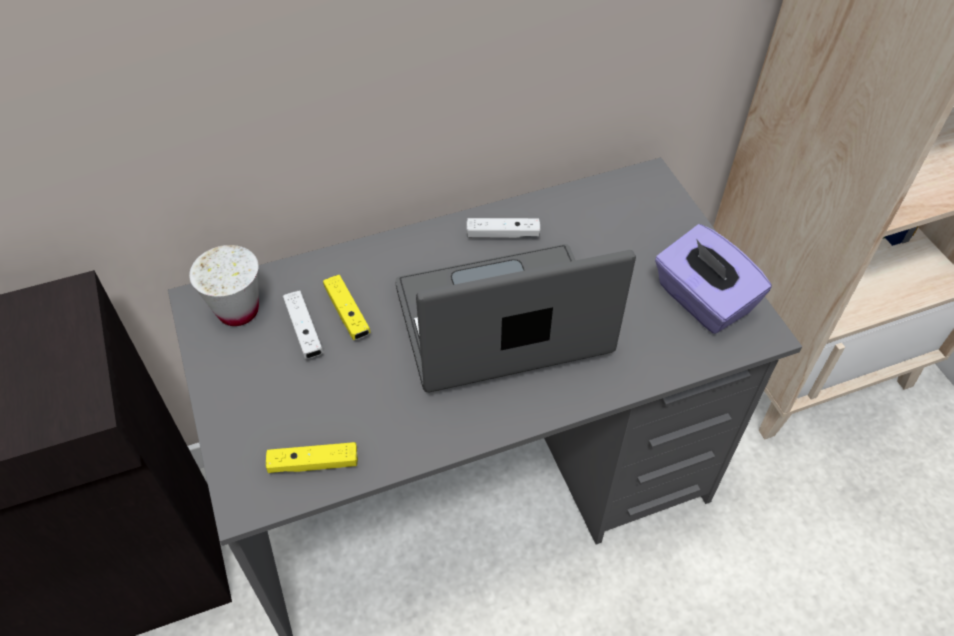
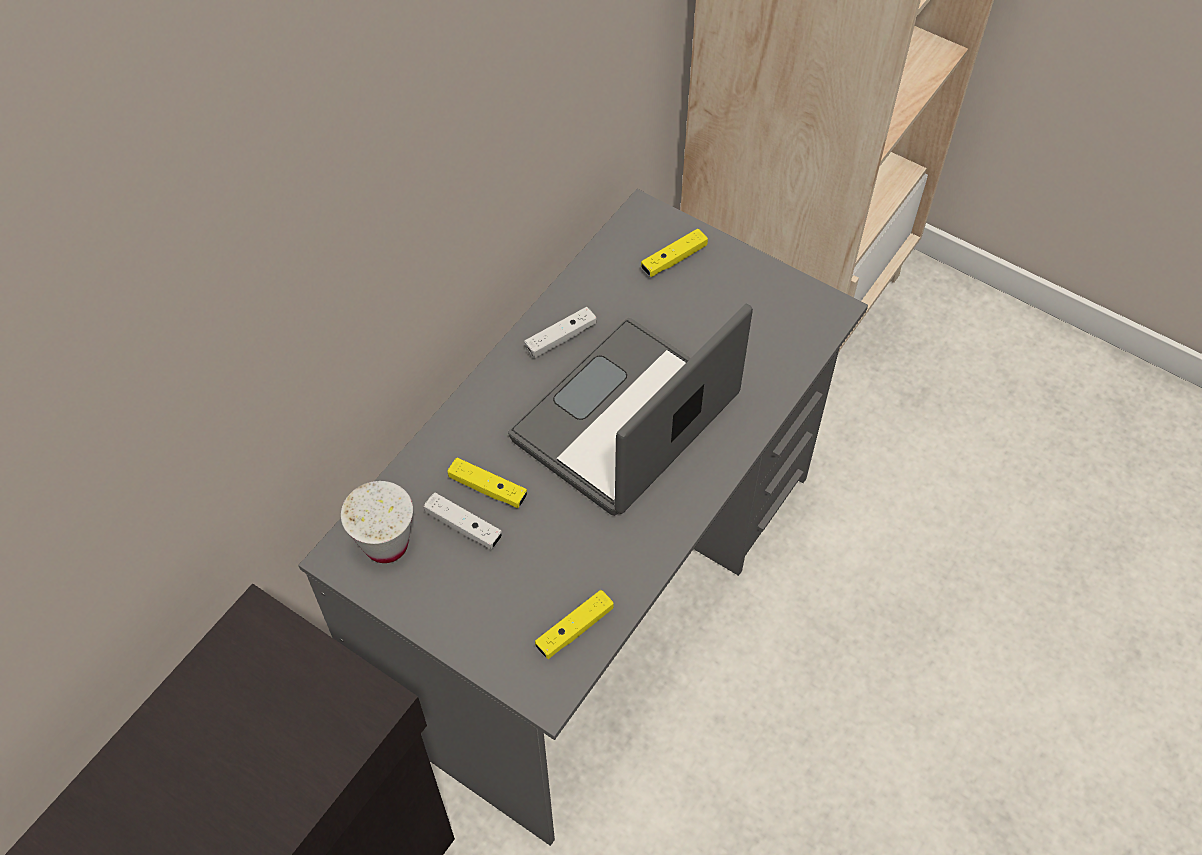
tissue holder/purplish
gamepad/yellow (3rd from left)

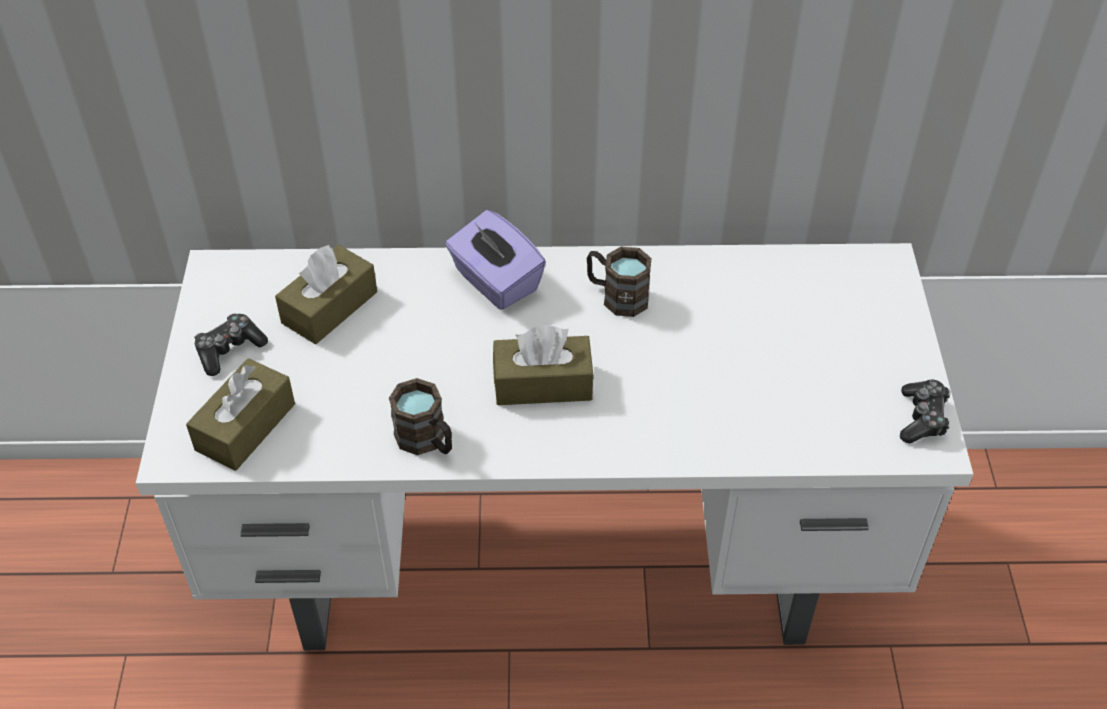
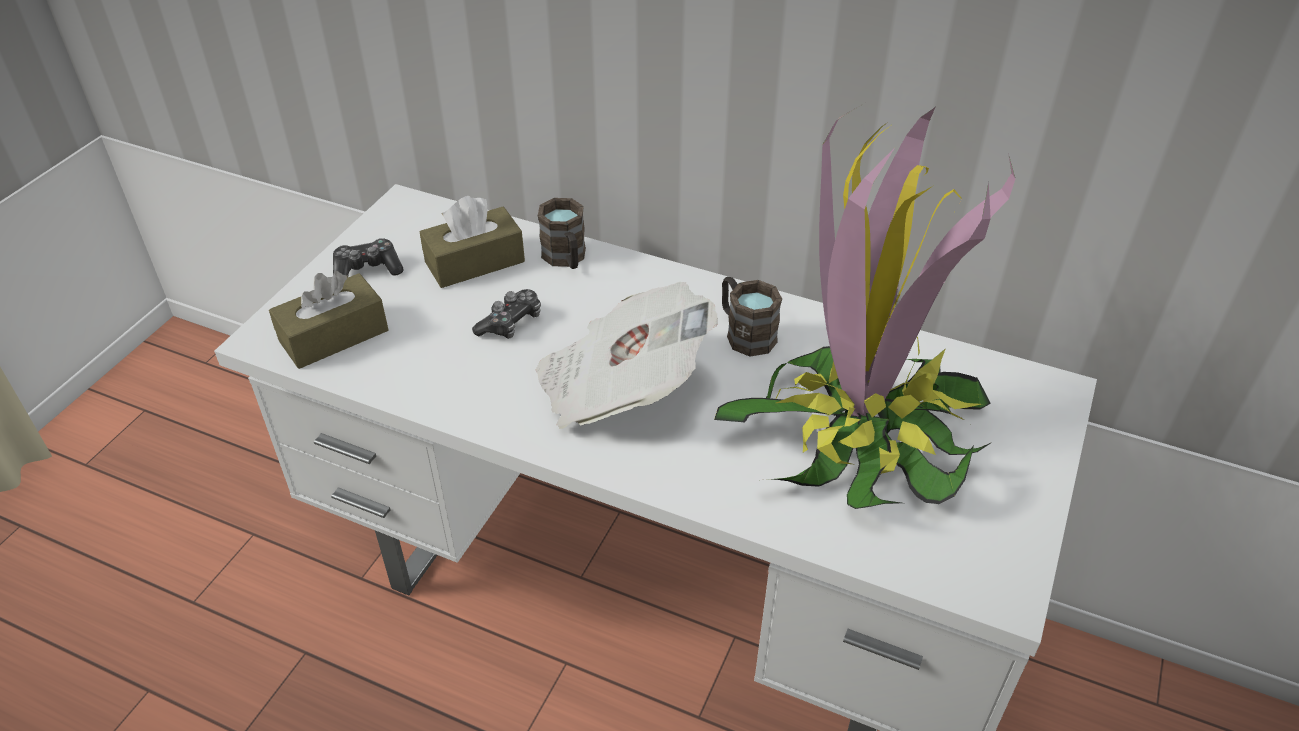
tissue holder/purplish
printed paper
coffee mug/brown (1st from left)
gamepad (2nd from left)
houseplant

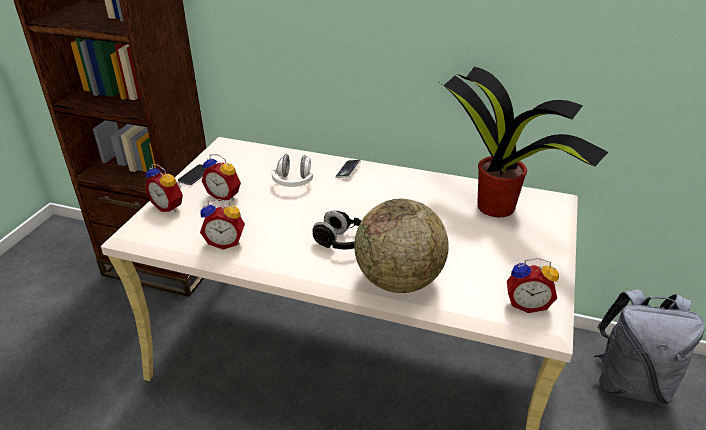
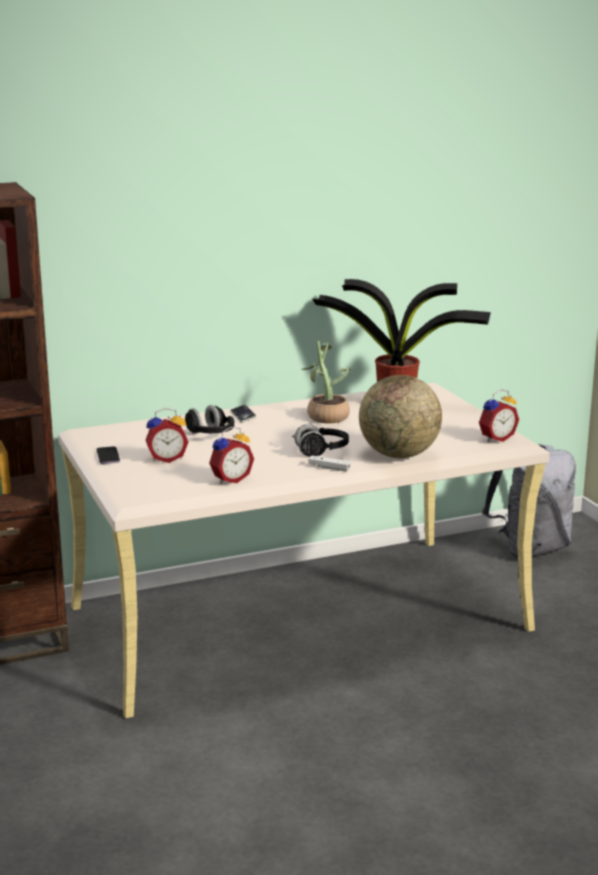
pair of headphones/black-coloured (1st from left)
bedside clock (1st from left in the first image)
houseplant (1st from left)
gamepad/white

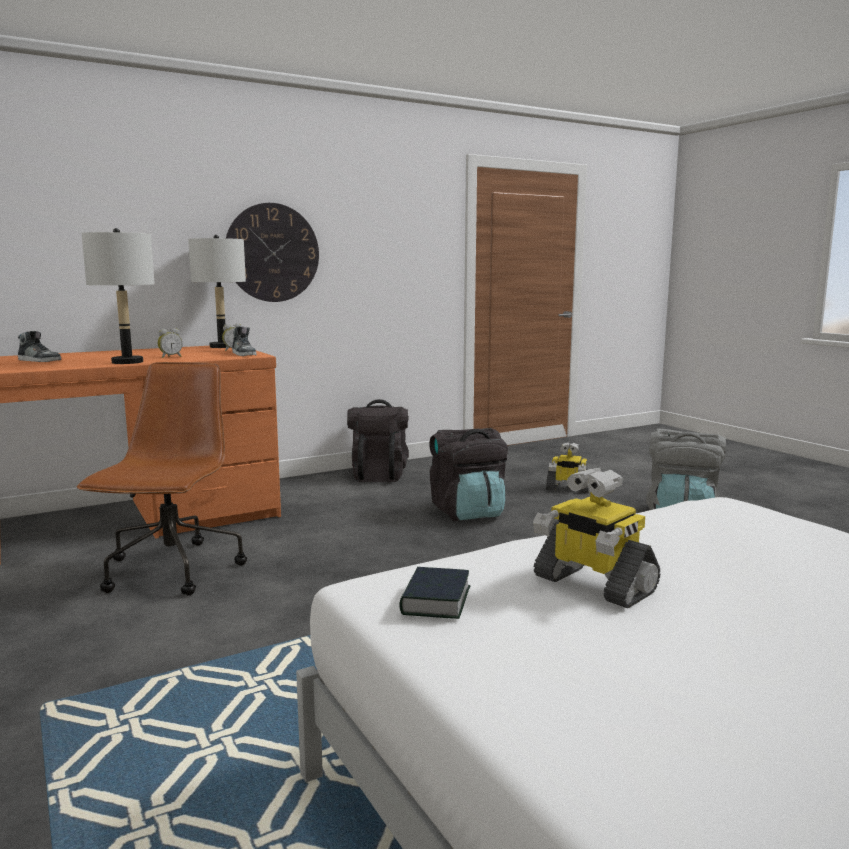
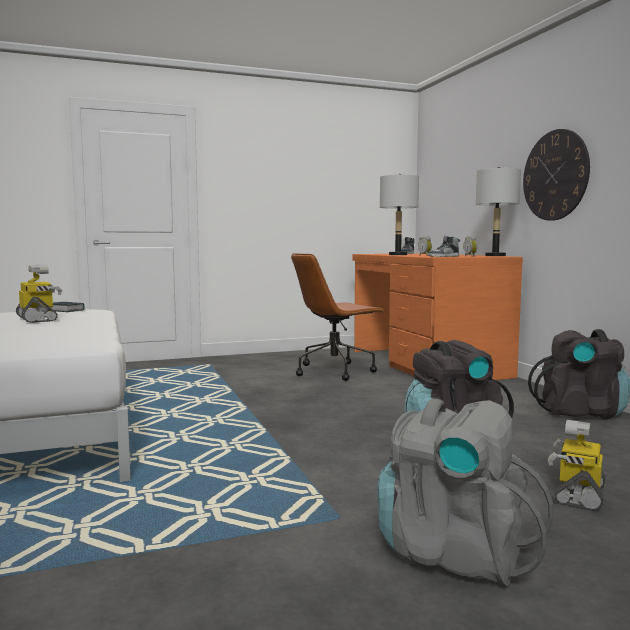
office chair/brown
model robot (1st from left)

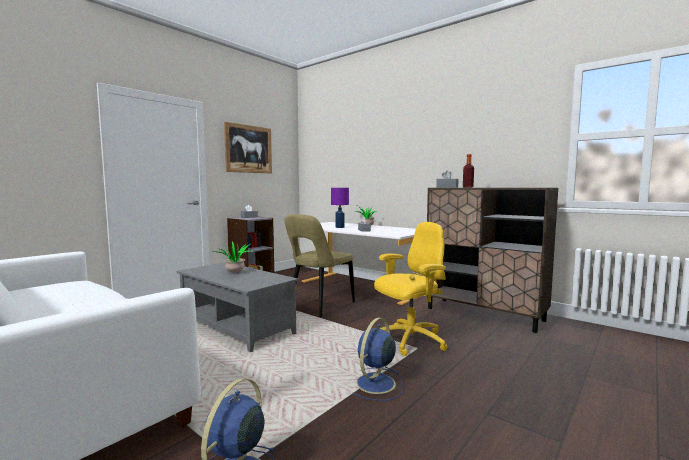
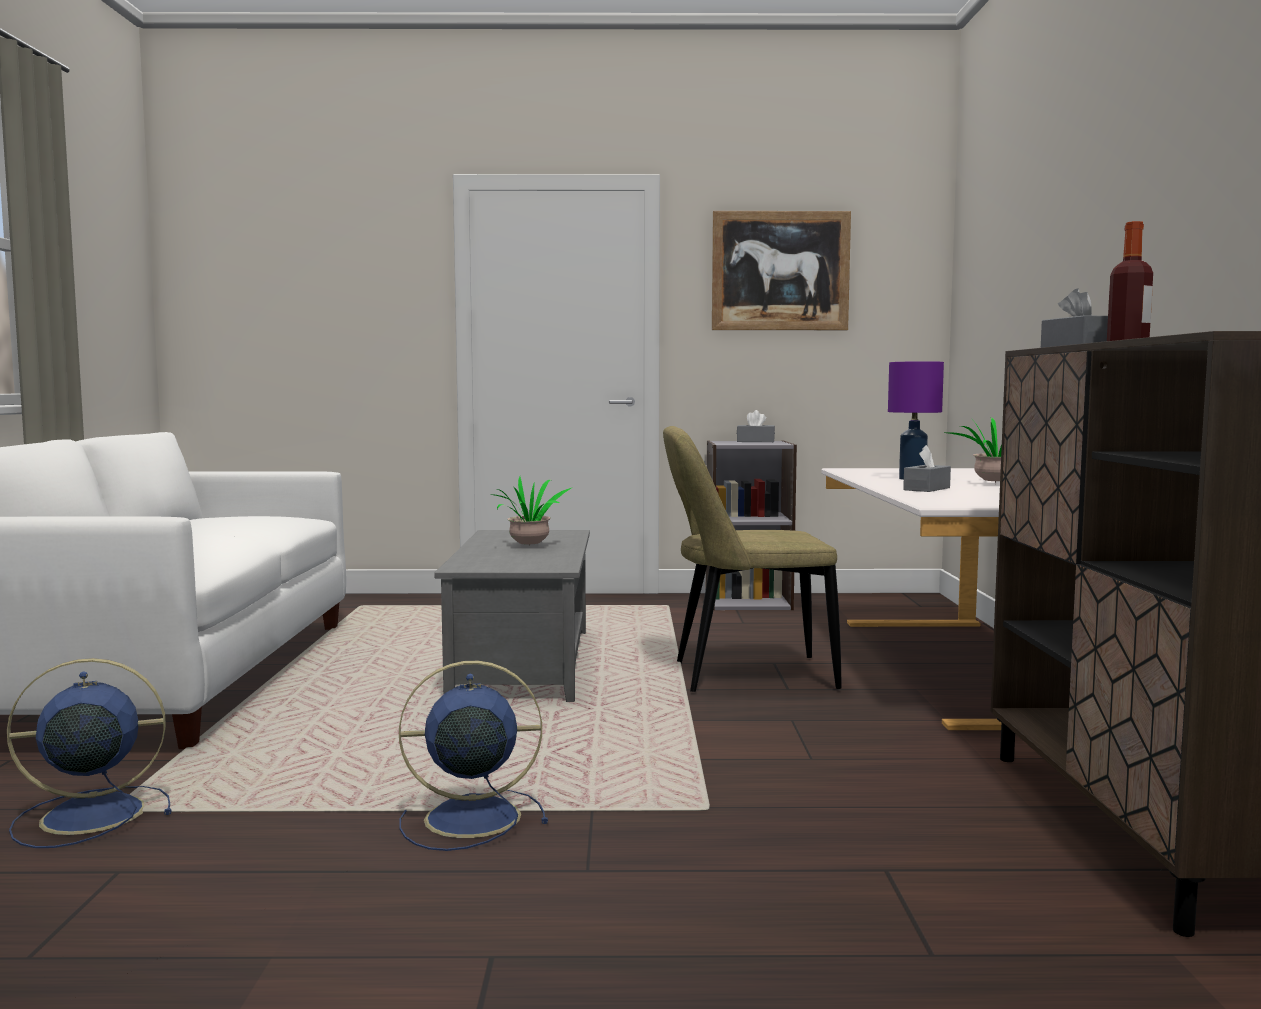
office chair/yellow

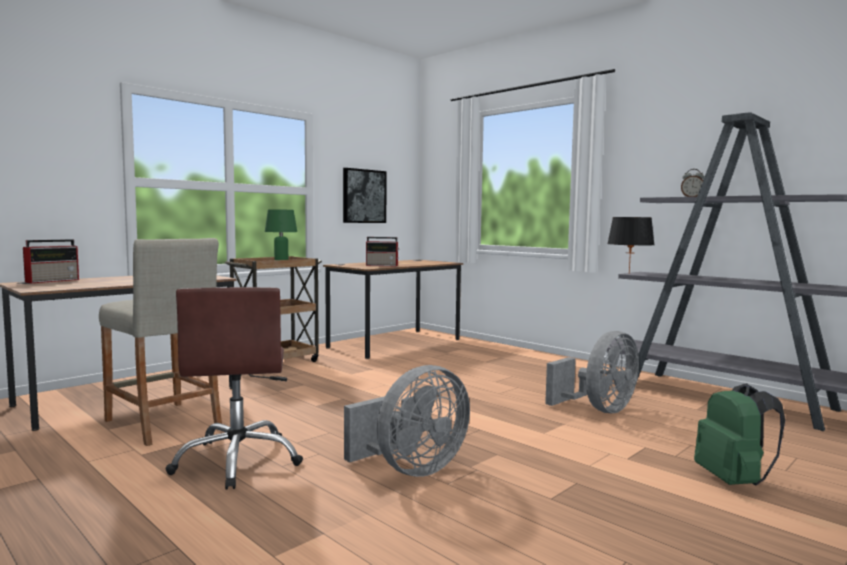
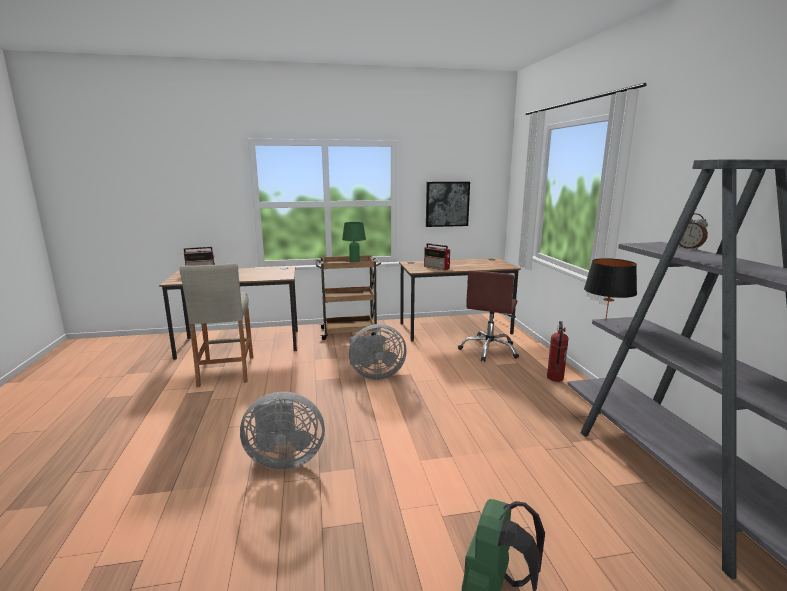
office chair/brown
electric fan/greyish (2nd from left)
fire extinguisher

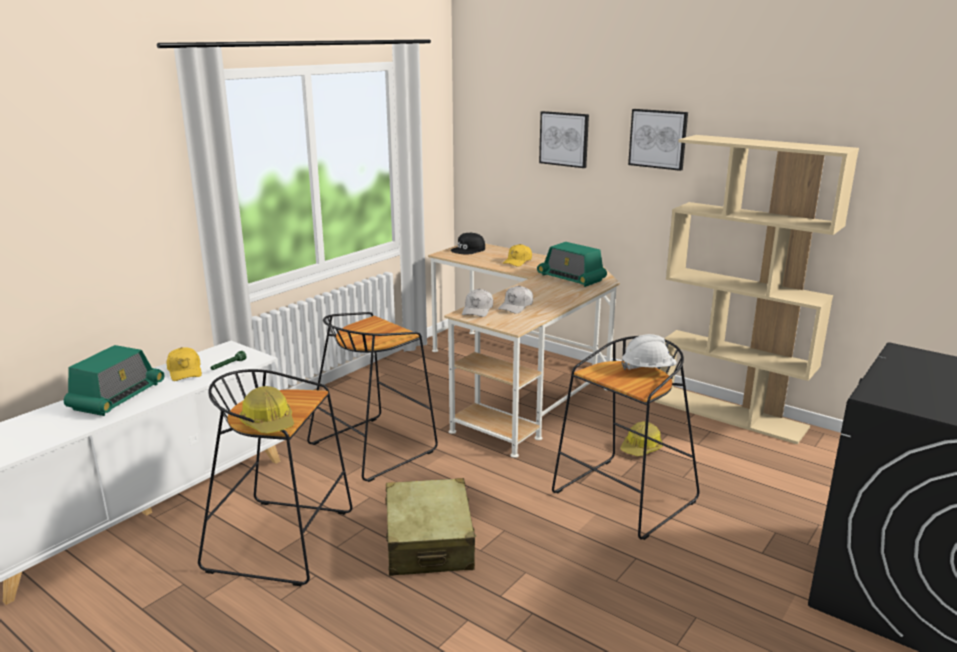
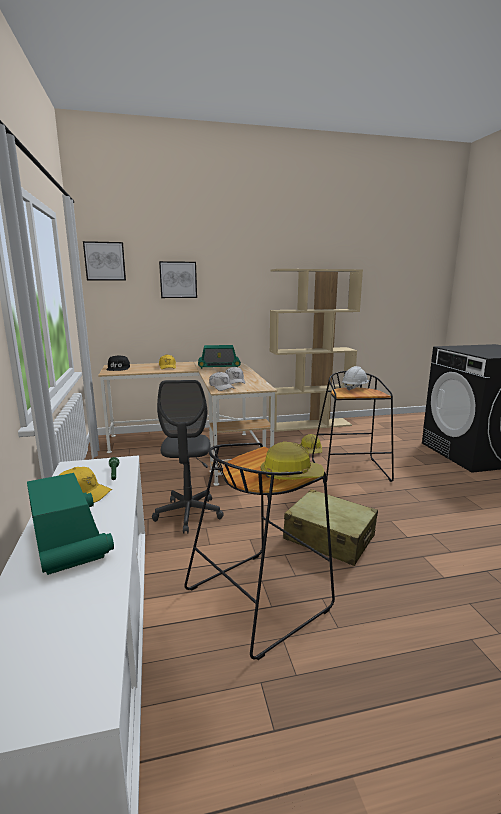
wall art (1st from left)
office chair/greyish

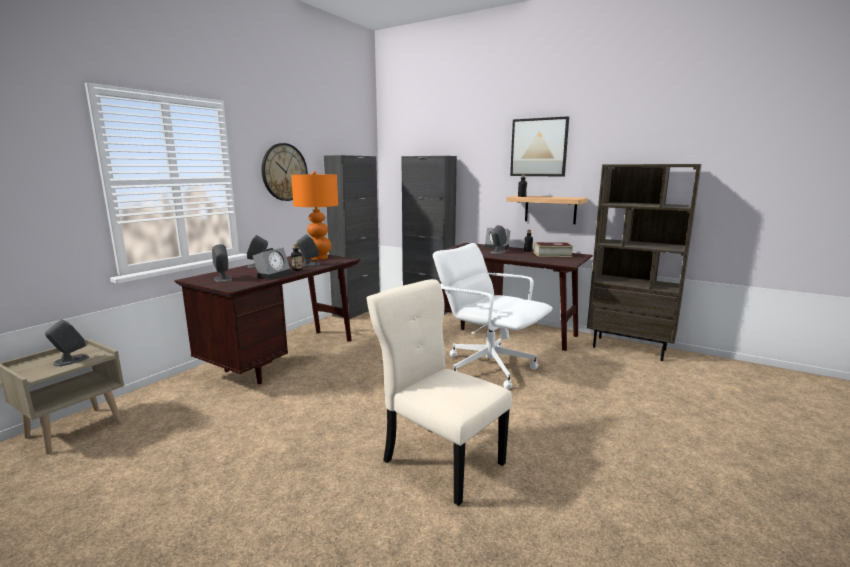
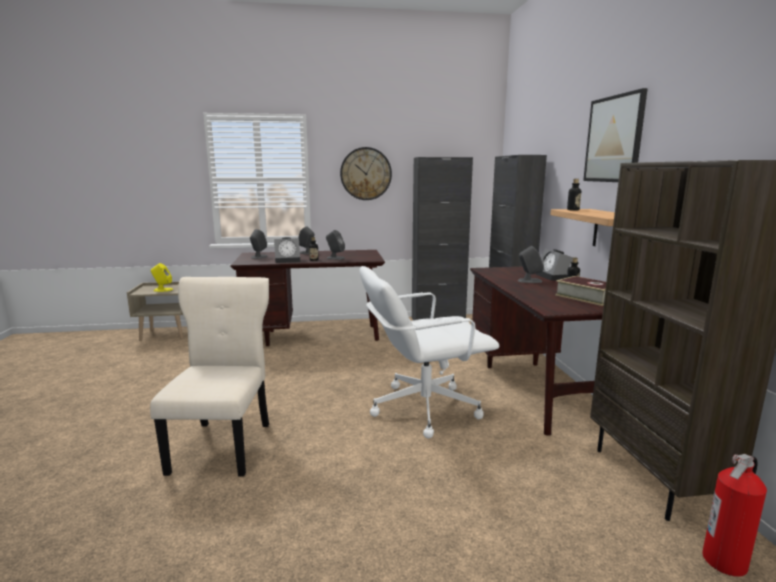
table lamp/orangey
office chair/white
audio speaker/yellow
fire extinguisher

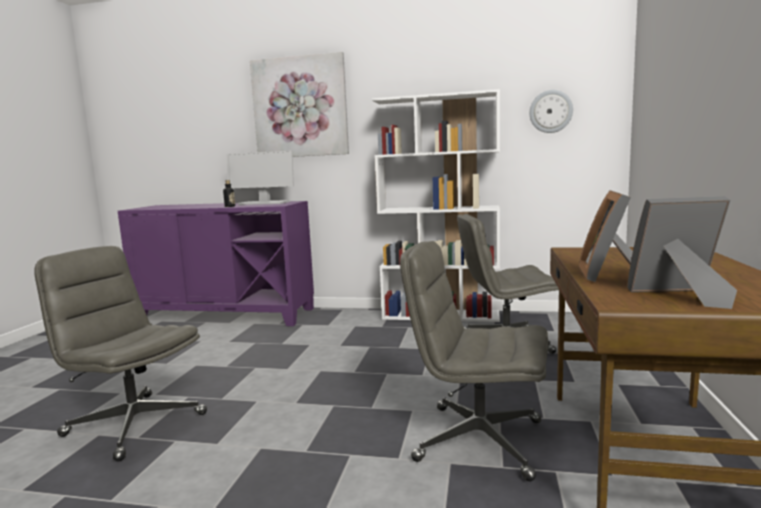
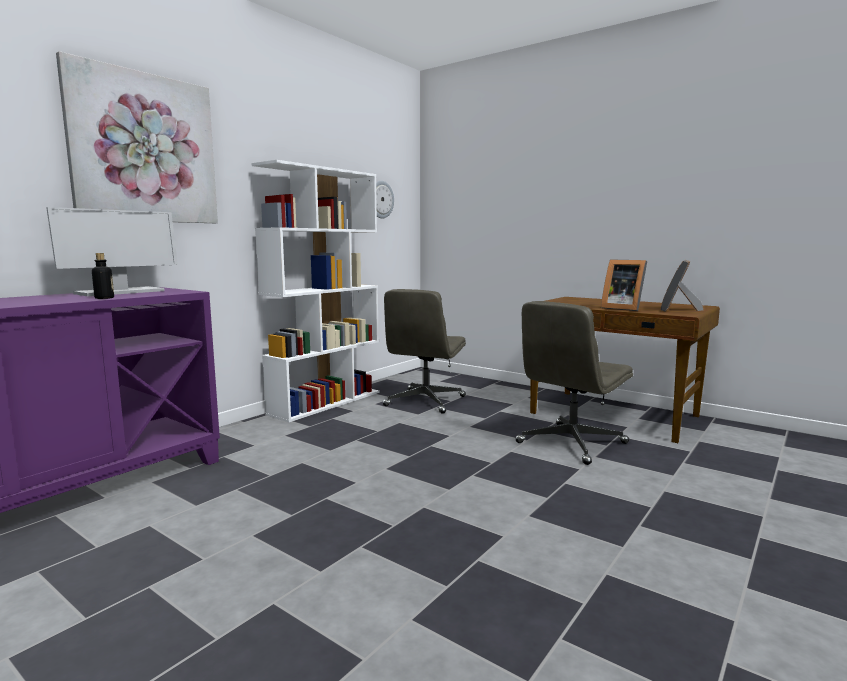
office chair/greyish (1st from left in the first image)

